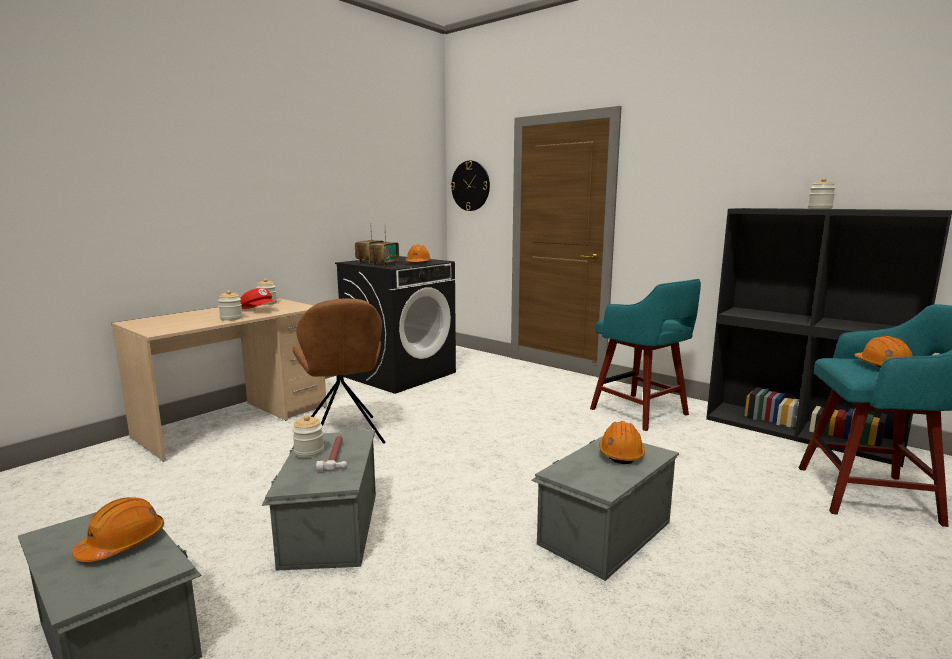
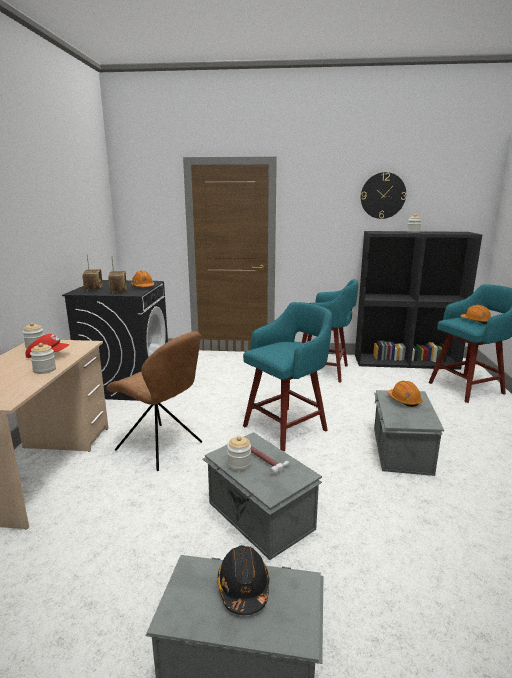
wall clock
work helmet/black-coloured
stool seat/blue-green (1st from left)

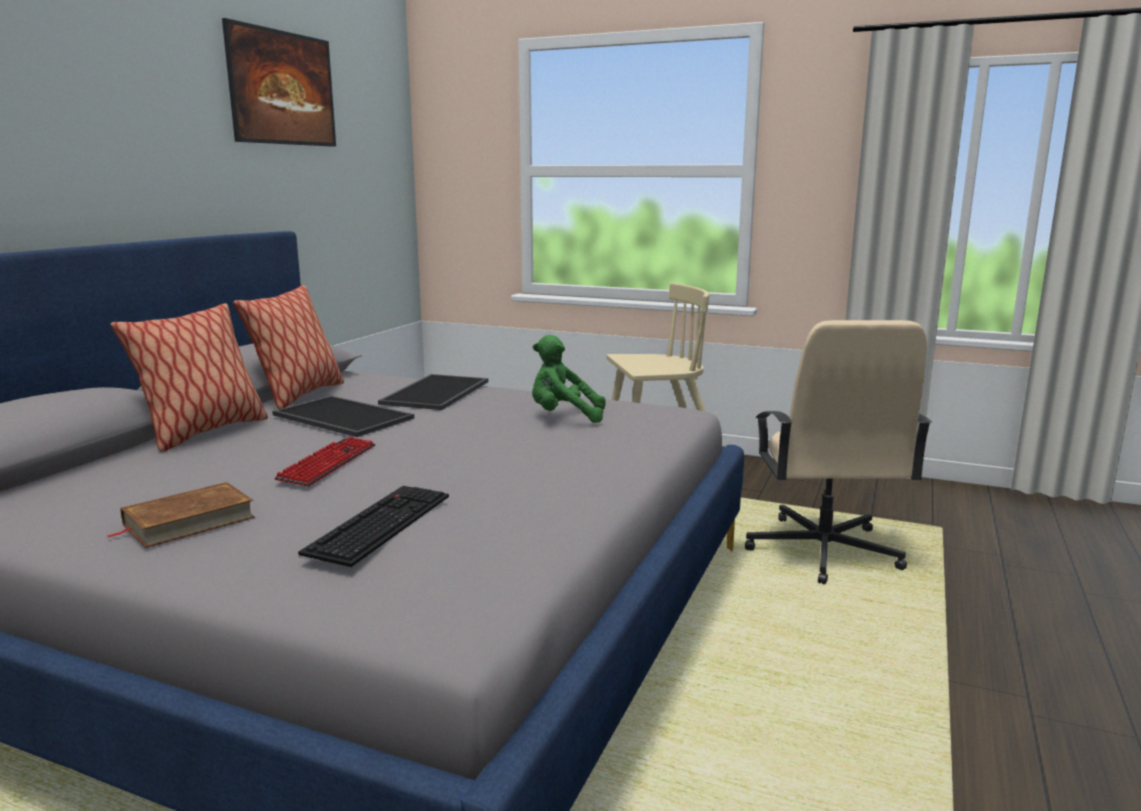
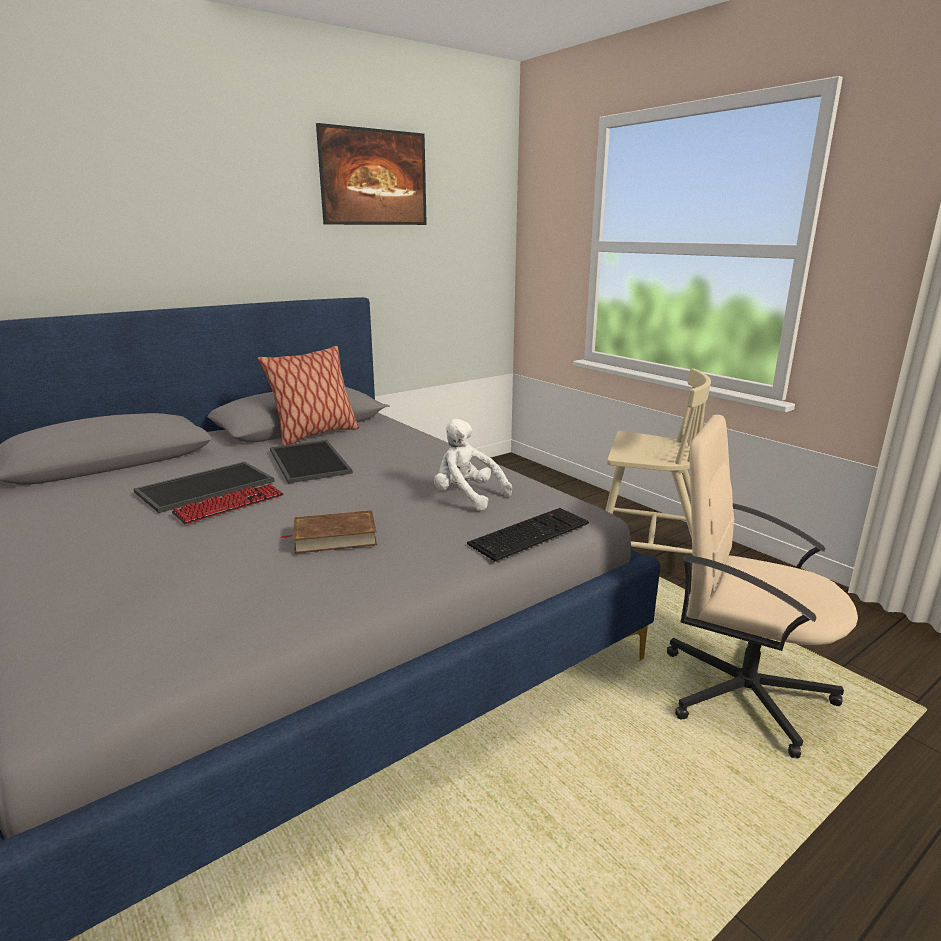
pillow (1st from left in the first image)
office chair/beige-coloured
soft toy/white
carrying tray (1st from left)
volume/brown
computer keyboard (2nd from left)

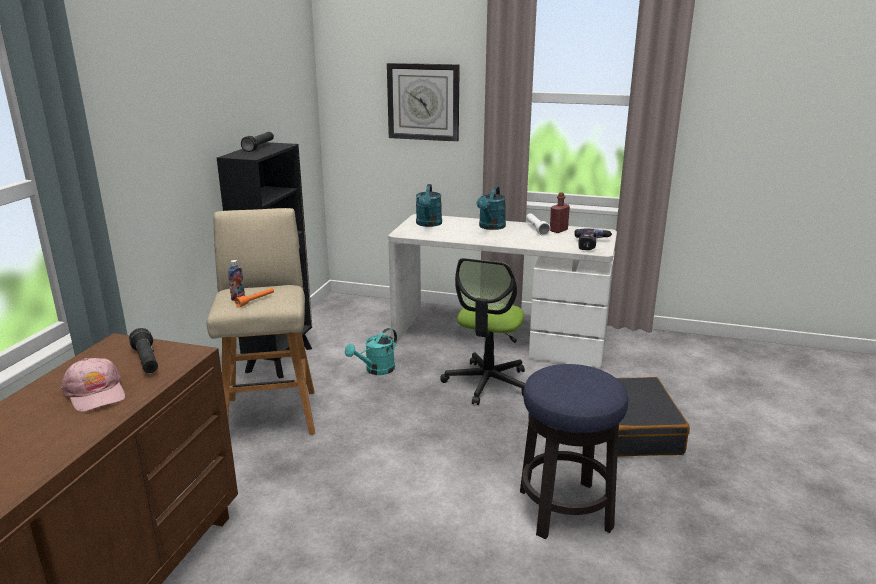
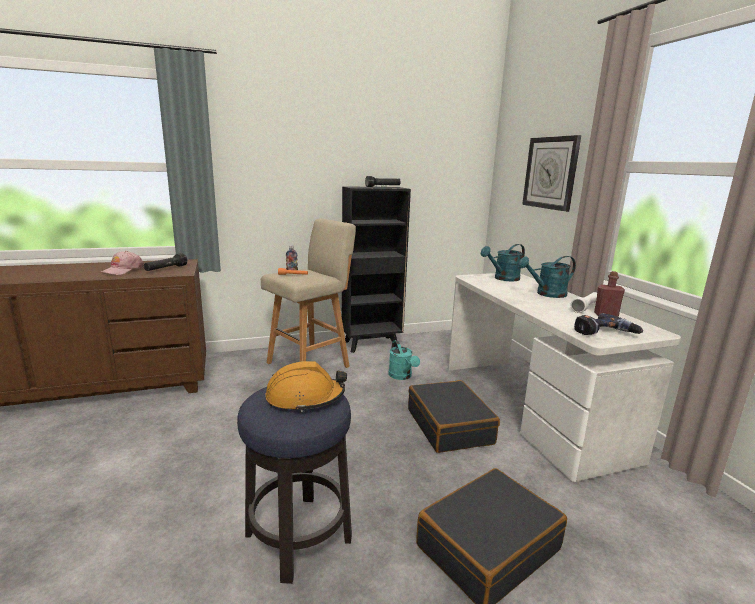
piece of luggage/black-coloured (1st from left)
watering pot/blue-green (1st from left)
work helmet/orangey

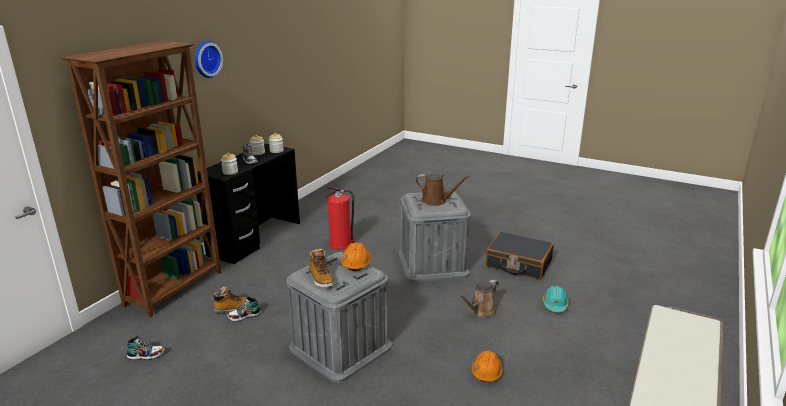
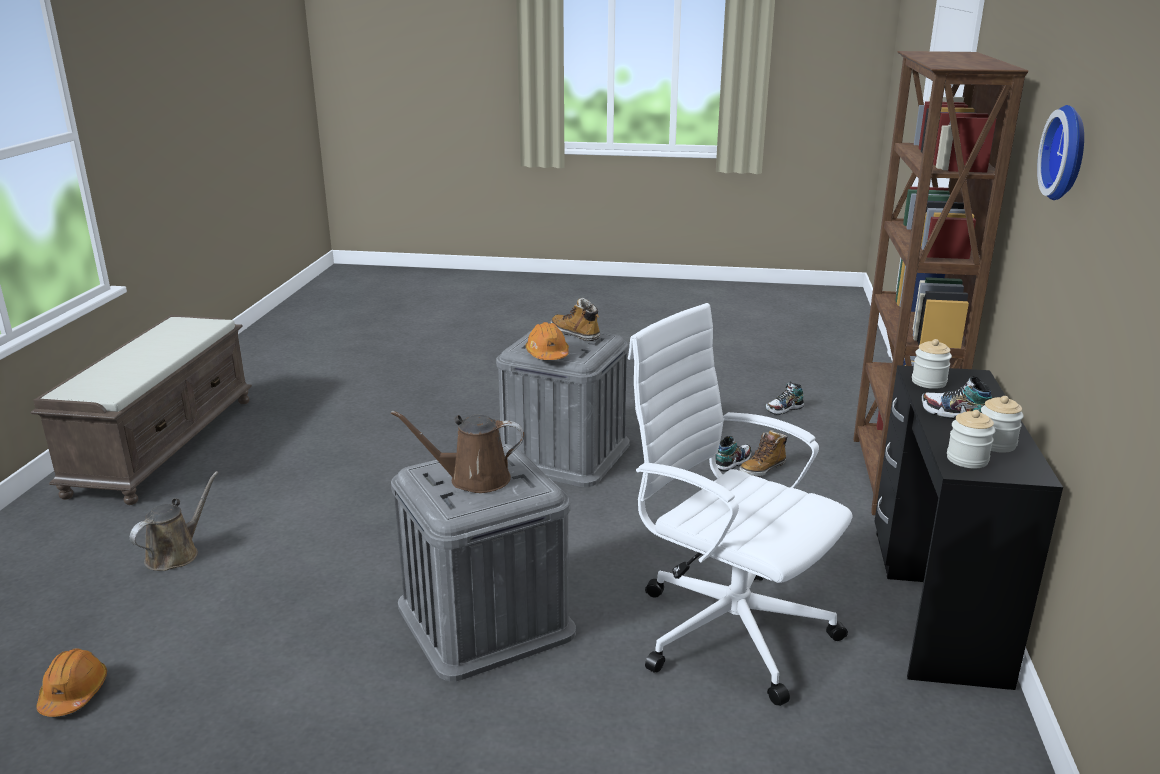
office chair/white
piece of luggage/black-coloured
watering pot/brown (1st from left)
work helmet/blue-green
work helmet/orangey (1st from left)

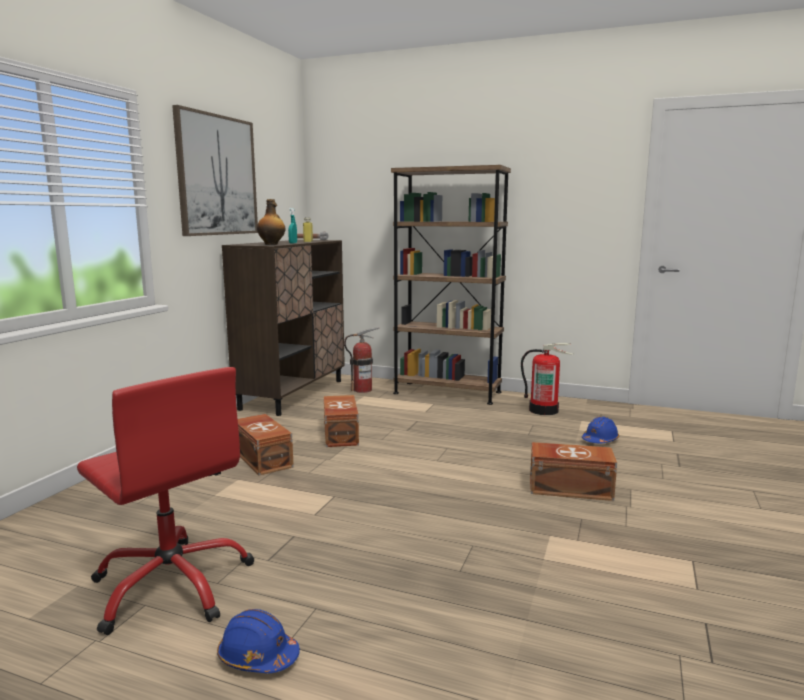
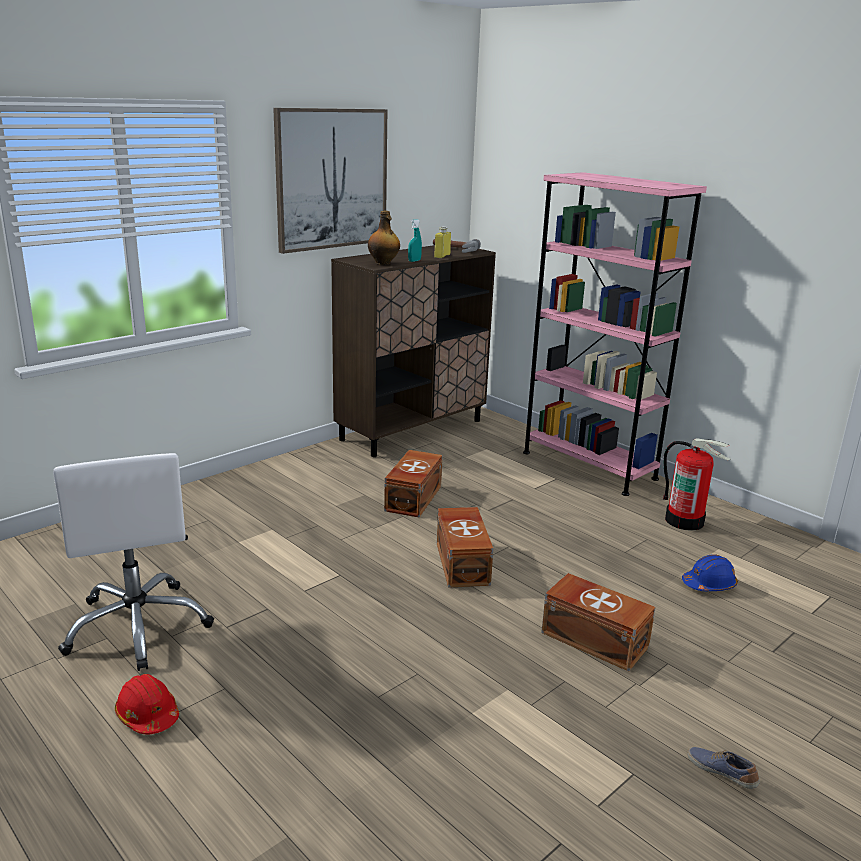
bookcase/pink
fire extinguisher (1st from left in the first image)
office chair/white
storage container/brown (2nd from left)
work helmet/red
shoe

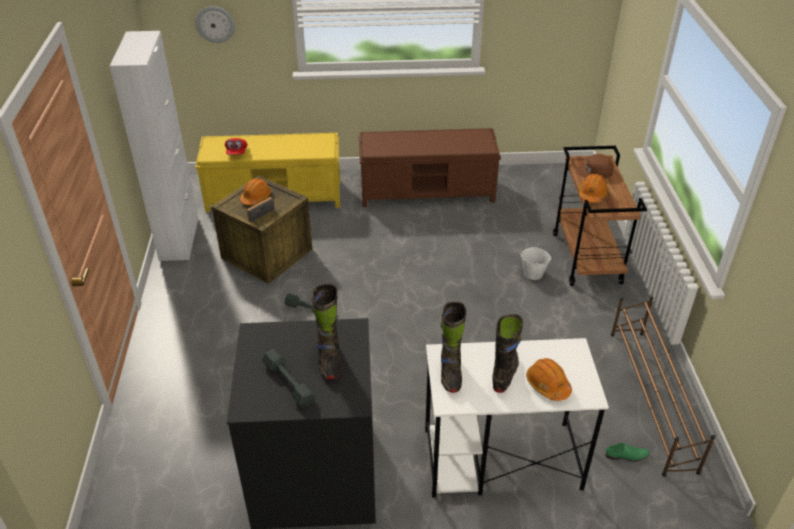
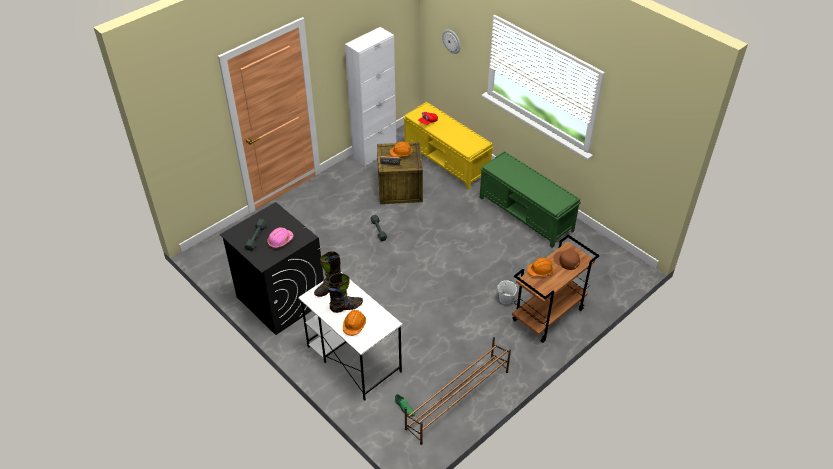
long seat/green-coloured
work helmet/pink

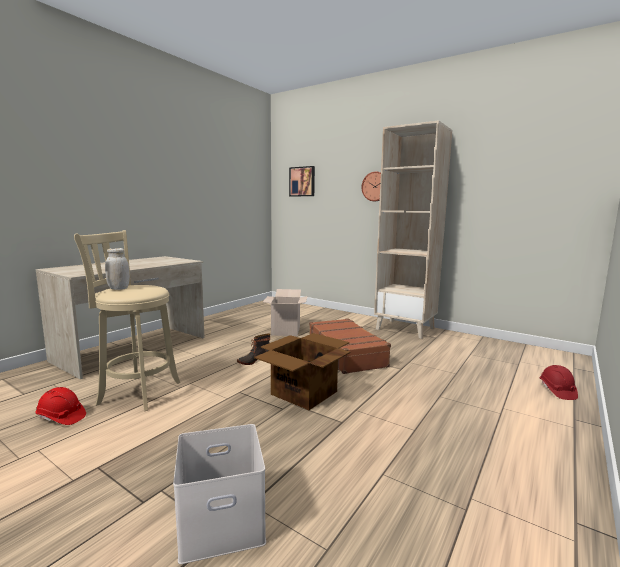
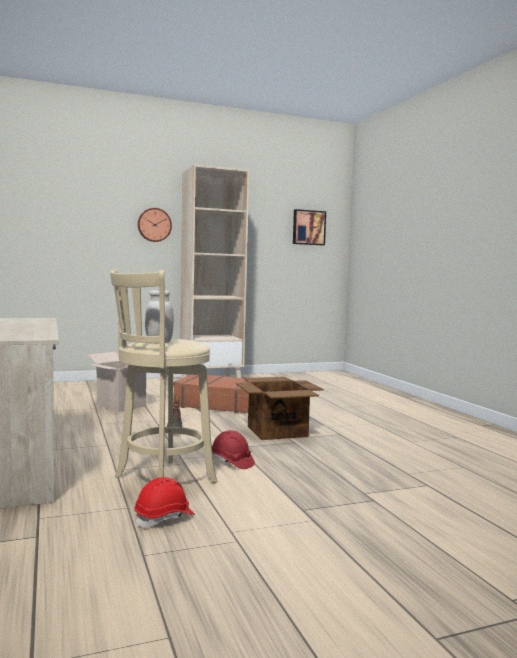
wall art
work helmet/red (2nd from left)
storage container/white

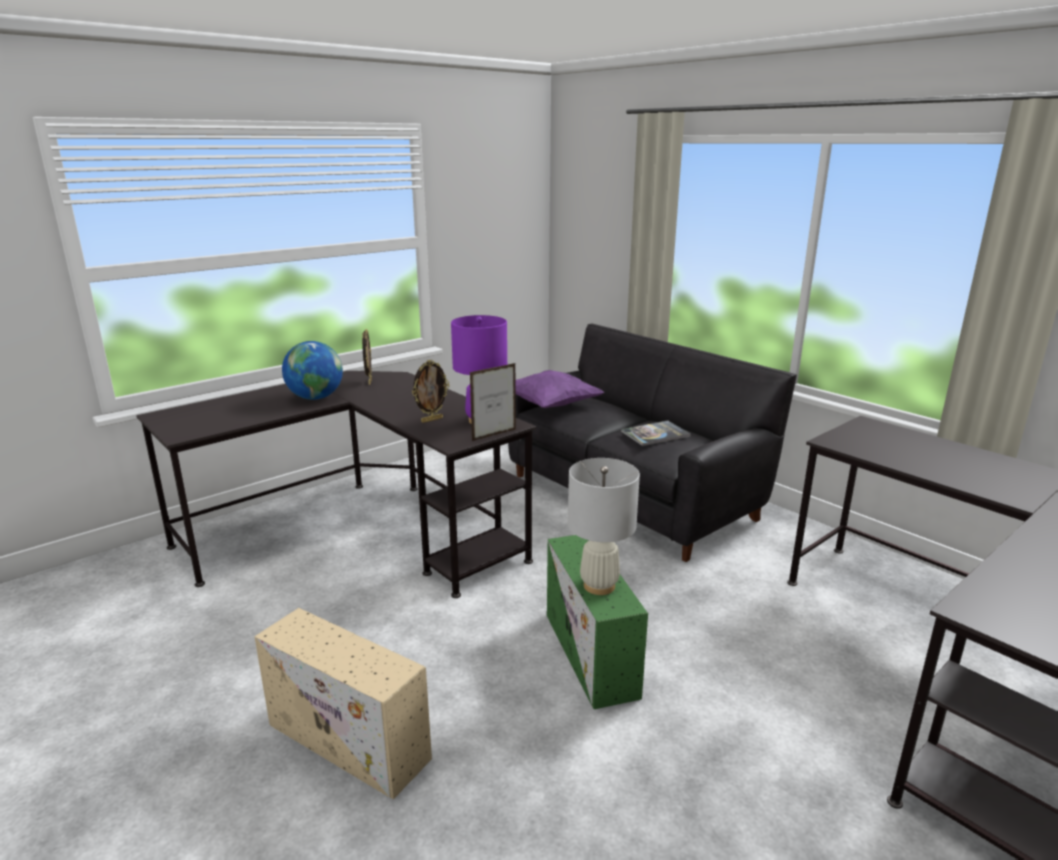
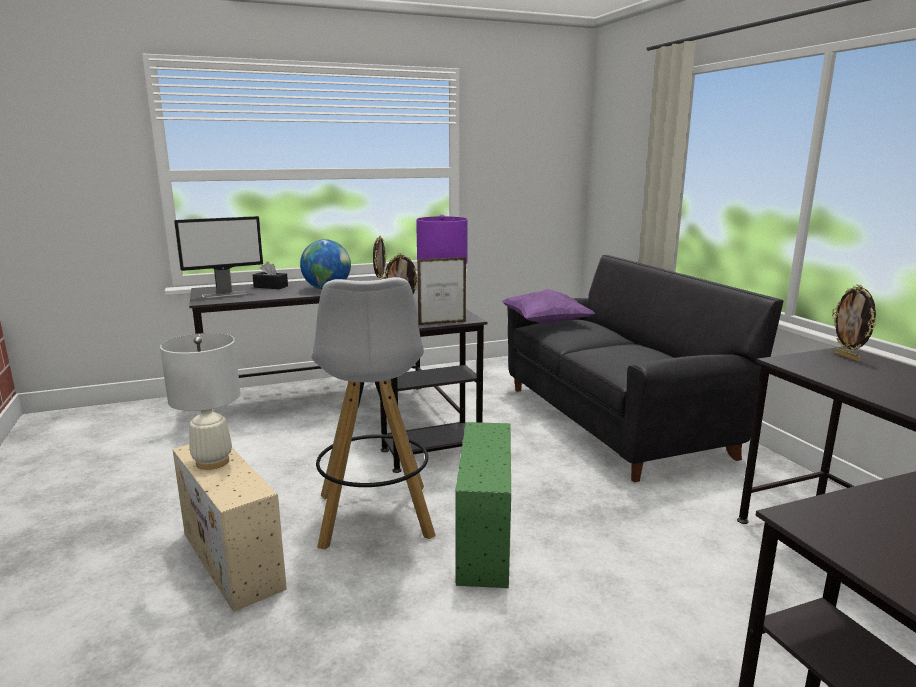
volume
table lamp/white
computer display
tissue holder/black-coloured
stool seat/white
photo frame (4th from left)

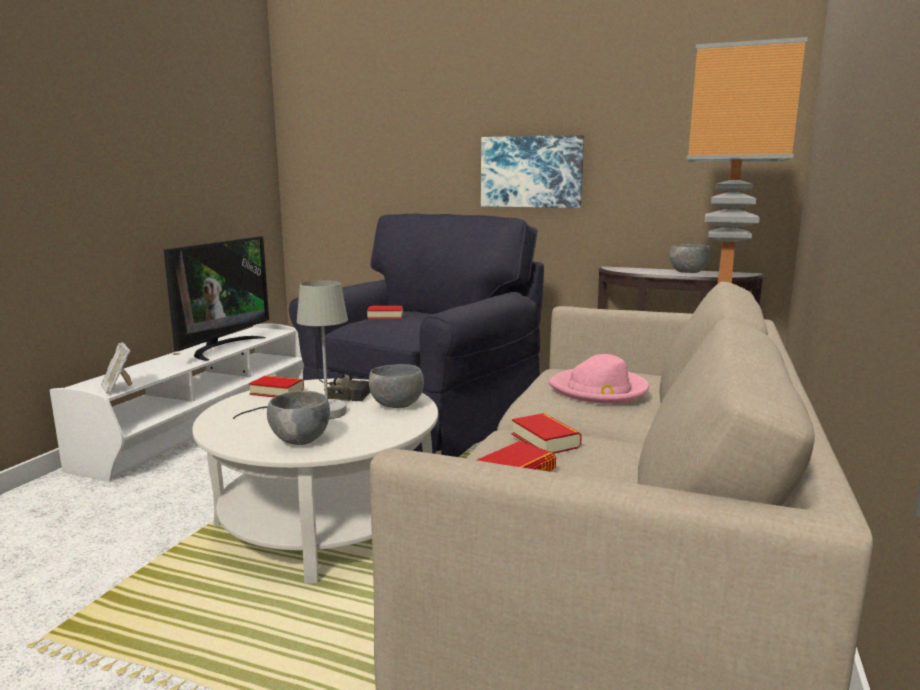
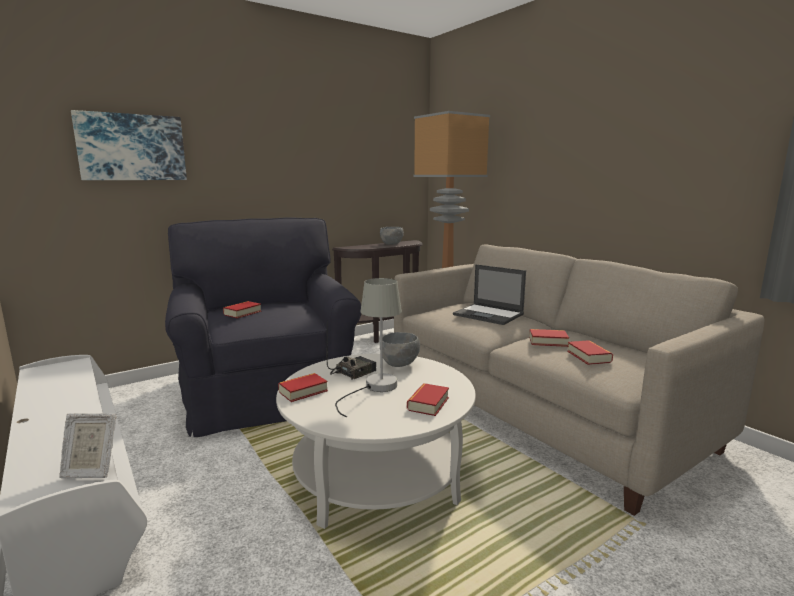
wall art
TV
laptop
volume (3rd from left)

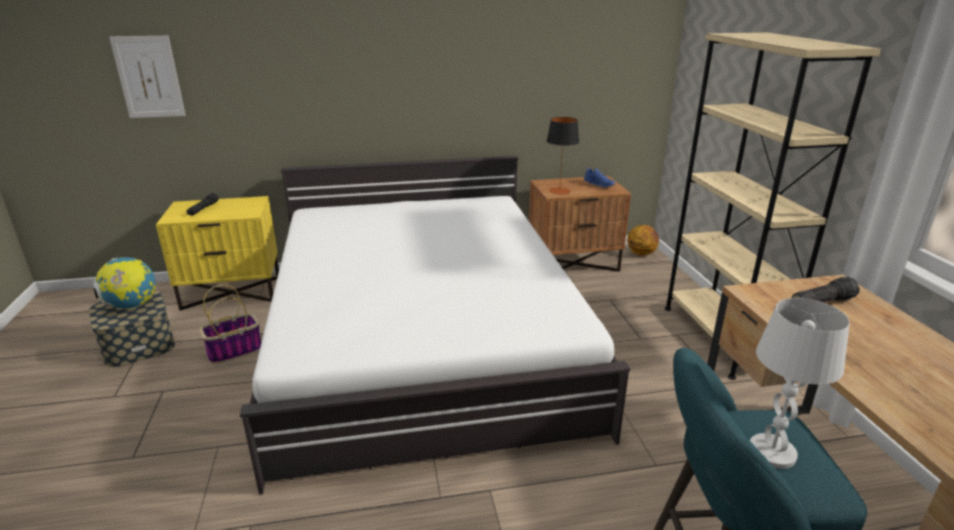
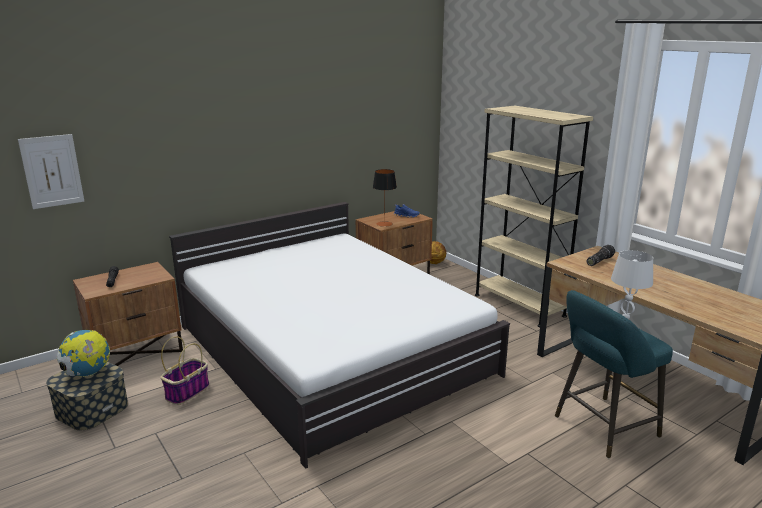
nightstand/brown (1st from left)

